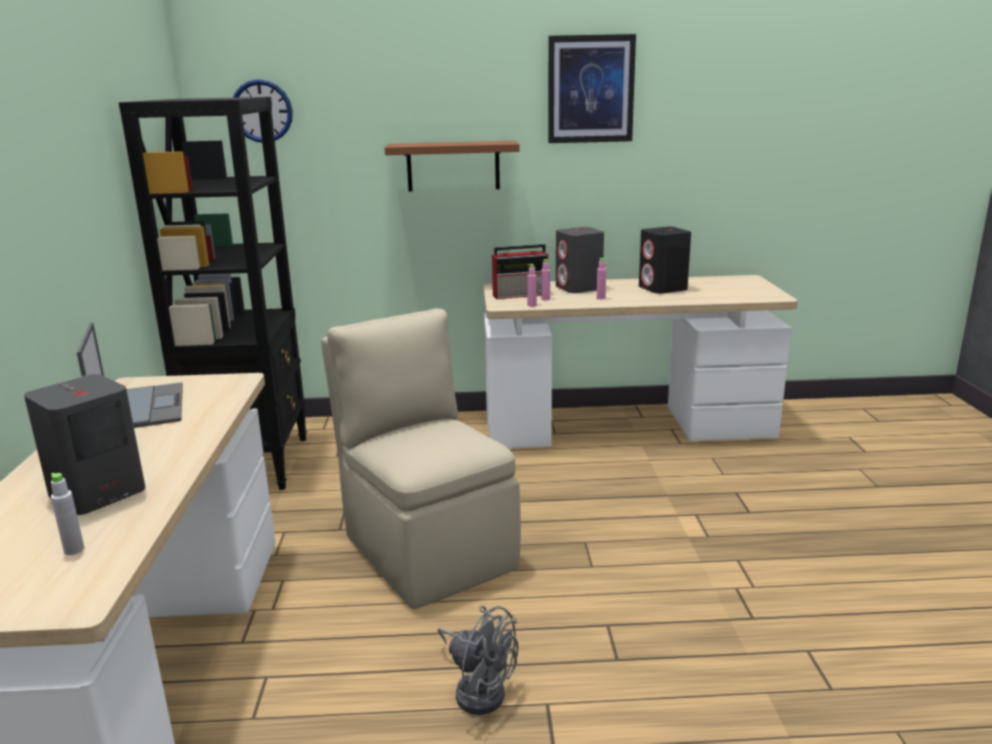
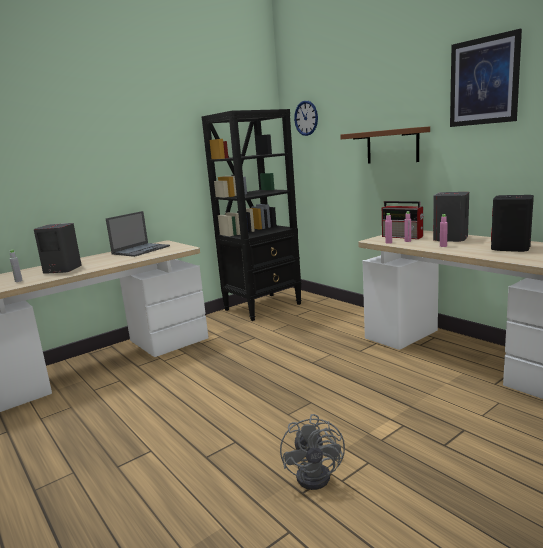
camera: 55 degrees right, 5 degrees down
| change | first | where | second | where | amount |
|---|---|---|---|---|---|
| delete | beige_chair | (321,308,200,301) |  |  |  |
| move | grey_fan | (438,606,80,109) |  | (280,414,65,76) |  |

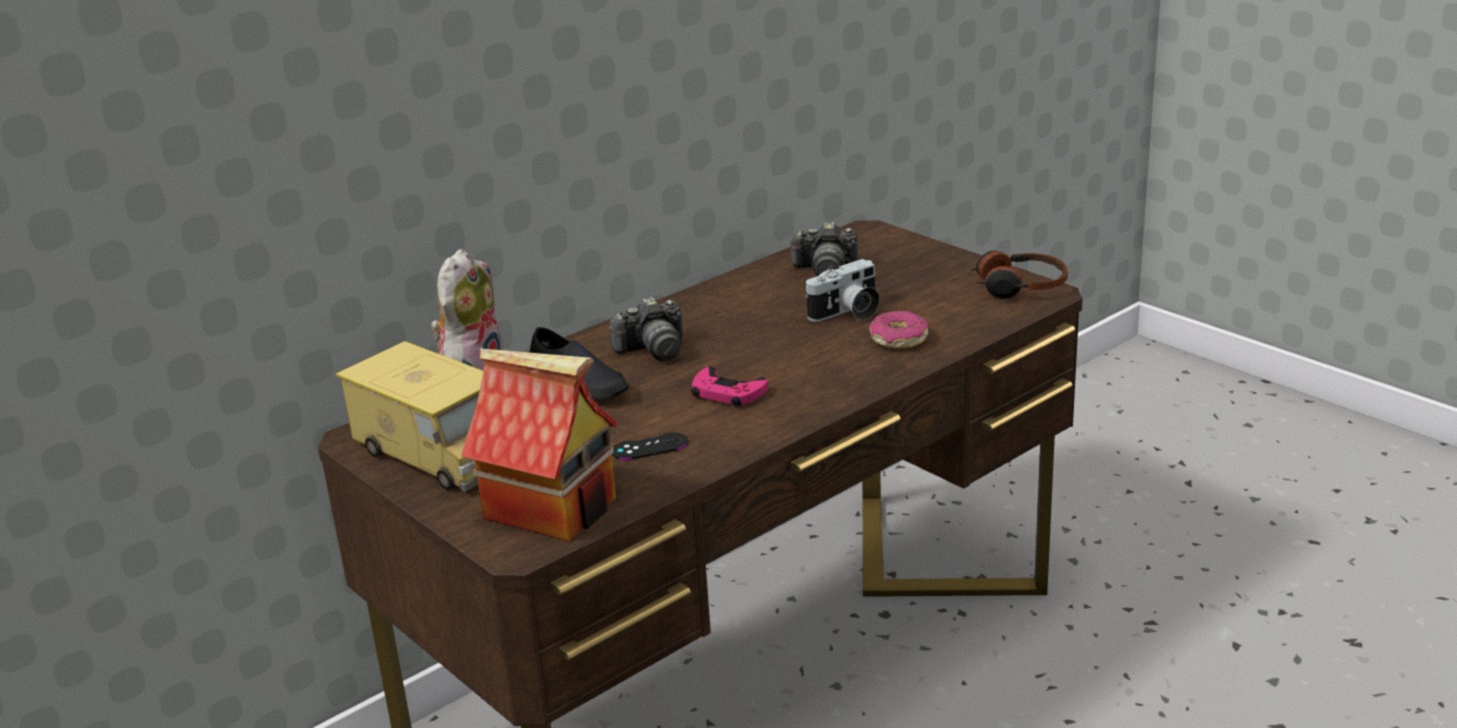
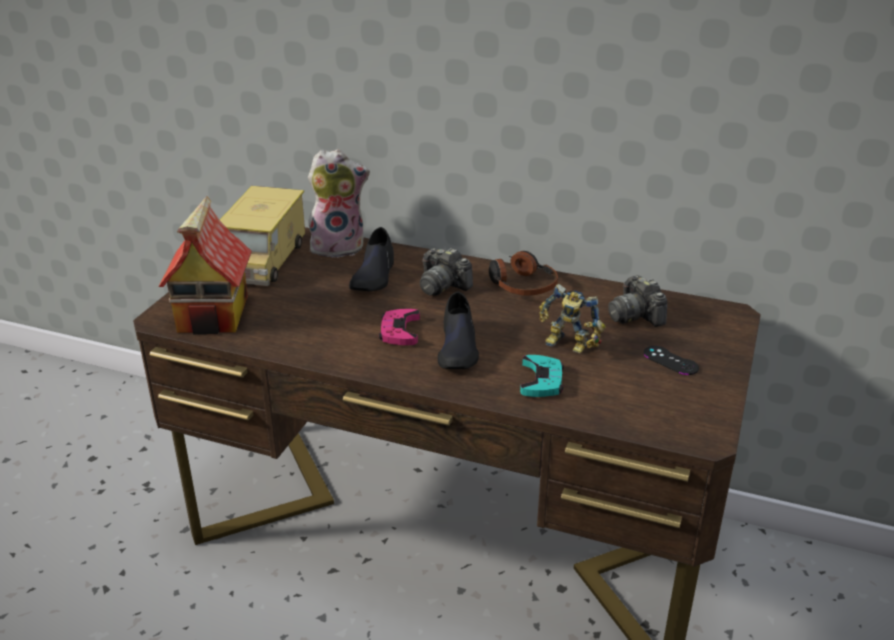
camera: 60 degrees right, 5 degrees up
| change | first | where | second | where | amount |
|---|---|---|---|---|---|
| move | headphones | (969,250,99,49) |  | (489,251,69,45) |  |
| replace | photo_camera | (805,259,75,63) | toy_robot | (539,284,67,69) |  |
| replace | donut | (869,311,59,38) | turquoise_game_controller | (520,355,44,42) |  |
| move | black_game_controller | (612,432,76,28) |  | (644,346,55,29) |  |
| insert |  |  | black_shoe | (438,291,41,78) |  |

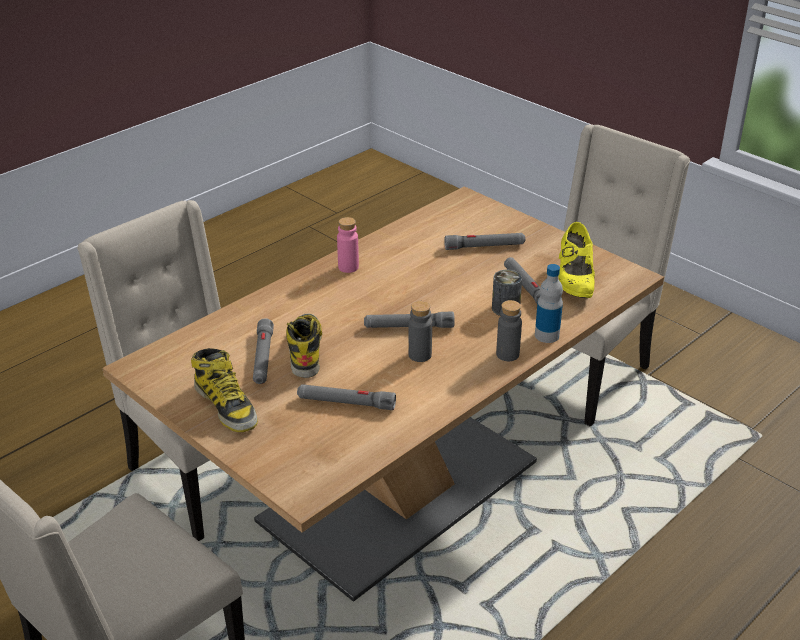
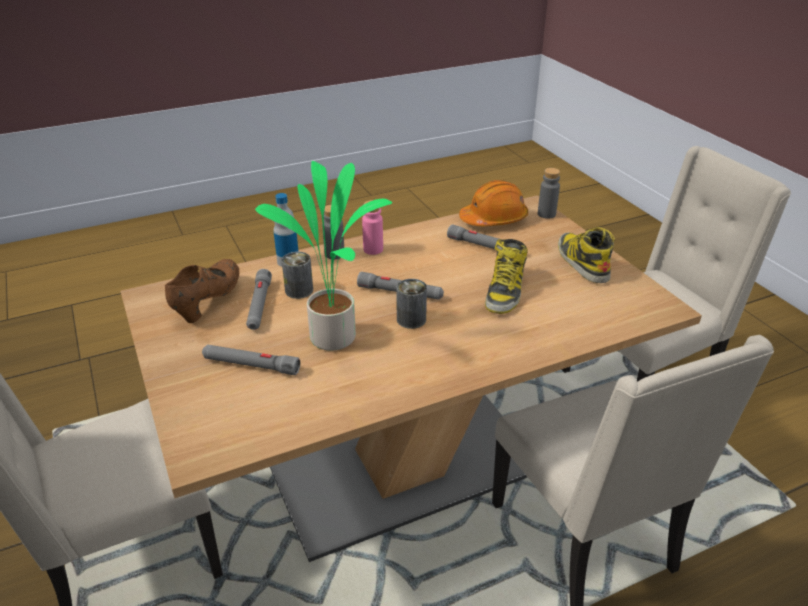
camera: 160 degrees left, 0 degrees up
| change | first | where | second | where | amount |
|---|---|---|---|---|---|
| move | pink_bottle | (337,217,22,56) |  | (362,200,21,55) |  |
| recolor | yellow_shoe | (559,222,36,76) | brown_shoe | (165,259,74,64) |  |
| move | grey_bottle | (408,301,24,61) |  | (538,168,22,51) |  |
| delete | grey_flashlight | (253,318,21,66) |  |  |  |
| insert |  |  | potted_plant | (255,161,137,190) |  |
| insert |  |  | orange_hard_hat | (459,180,69,46) |  |
| insert |  |  | can | (396,279,31,50) |  |

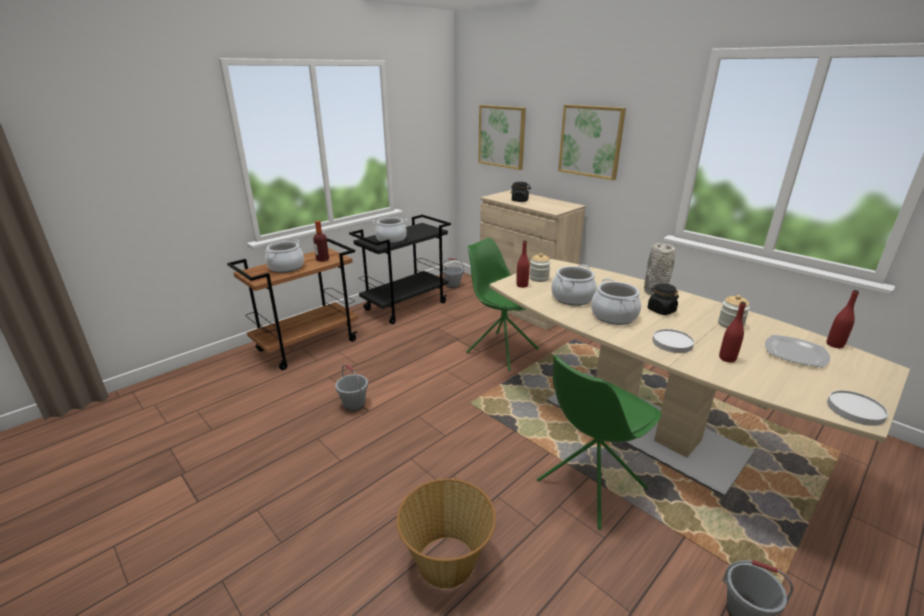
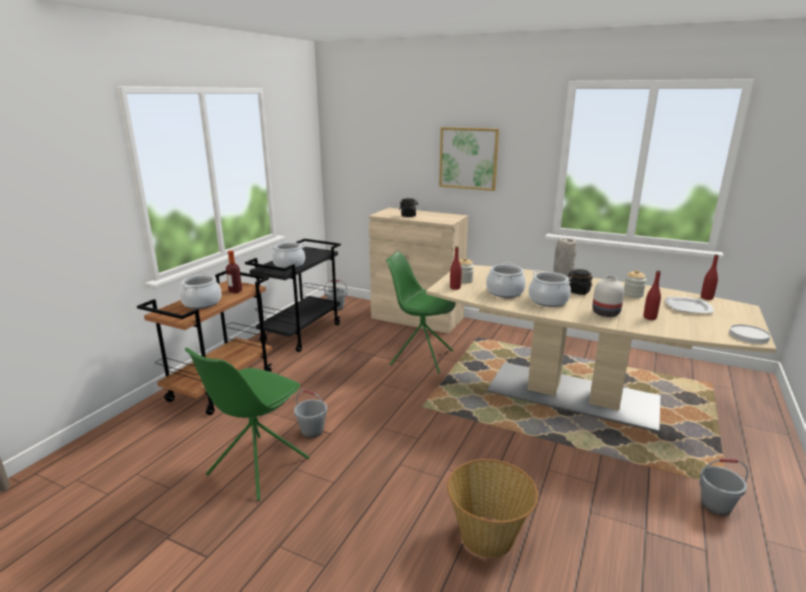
camera: 20 degrees left, 5 degrees down
| change | first | where | second | where | amount |
|---|---|---|---|---|---|
| delete | picture | (478,105,48,65) |  |  |  |
| replace | white_plate | (652,329,42,24) | white_vase | (592,276,32,41) |  |
| move | green_chair | (537,355,124,175) |  | (185,347,124,154) |  |

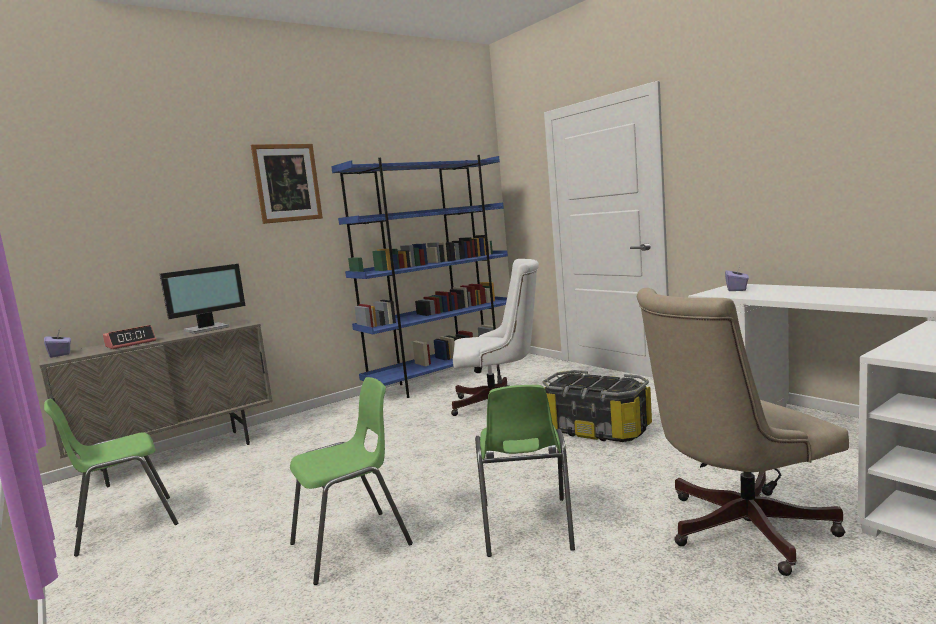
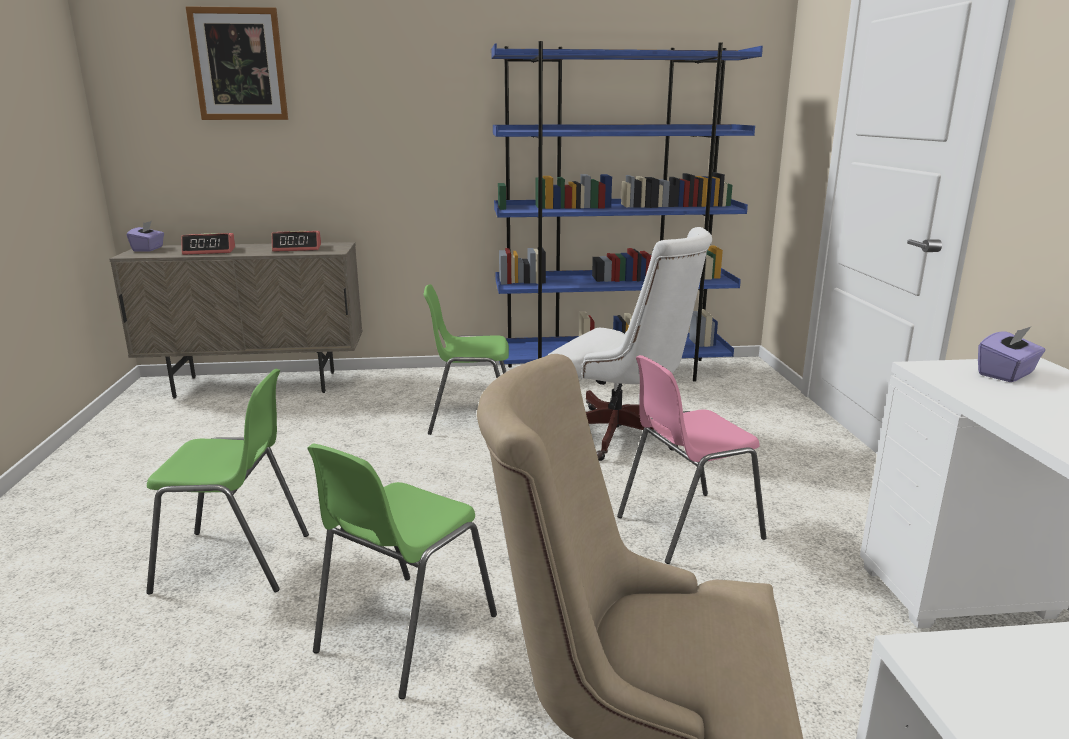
camera: 30 degrees right, 10 degrees up
| change | first | where | second | where | amount |
|---|---|---|---|---|---|
| move | picture | (251,144,72,80) |  | (186,6,102,114) |  |
| replace | monitor | (160,264,86,70) | alarm_clock | (272,231,49,21) |  |
| replace | storage_box | (542,370,110,72) | pink_chair | (617,355,150,209) |  |
| move | green_chair | (44,399,134,157) |  | (424,284,85,151) |  |

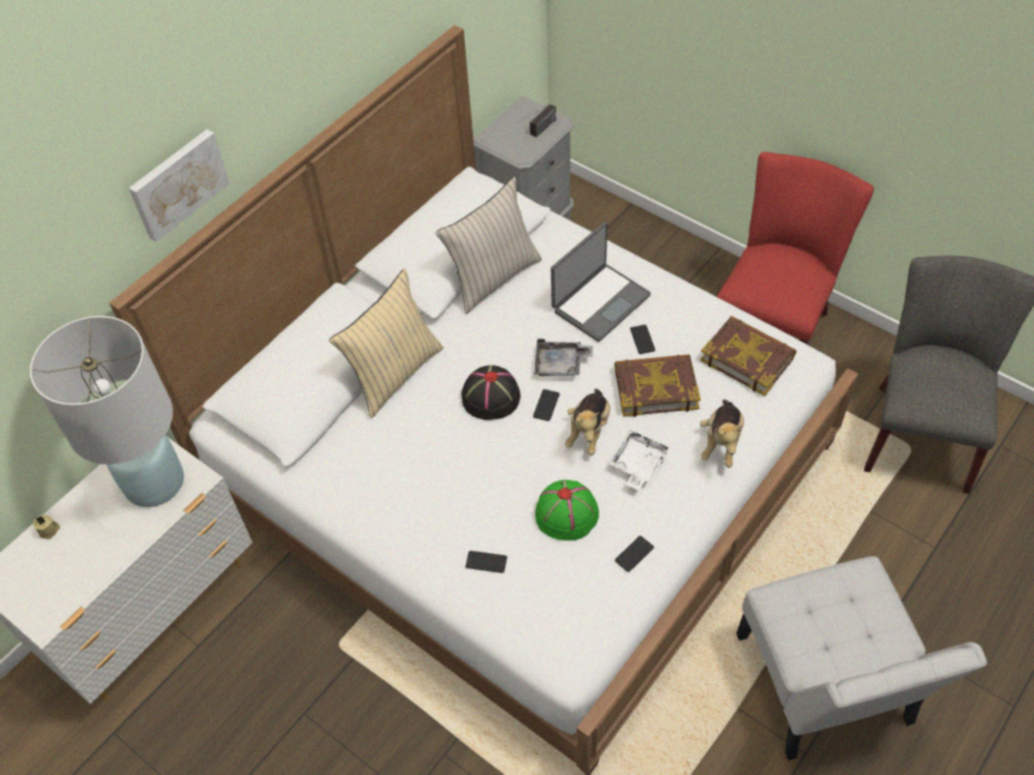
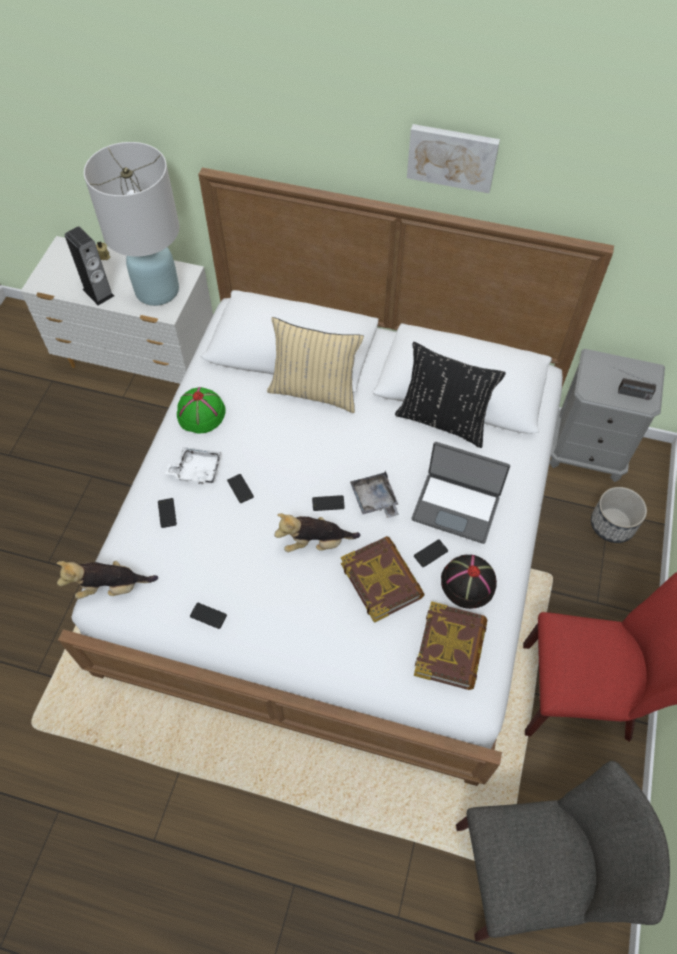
camera: 65 degrees right, 5 degrees up
| change | first | where | second | where | amount |
|---|---|---|---|---|---|
| move | picture | (129,129,101,113) |  | (407,124,93,69) |  |
| recolor | beige_pillow | (436,177,106,137) | black_pillow | (395,342,111,106) |  |
| move | black_hat | (461,365,59,55) |  | (441,555,56,54) |  |
| move | plush_toy | (700,399,44,69) |  | (57,561,101,38) |  |
| move | white_tray | (608,430,62,60) |  | (165,447,56,37) |  |
| move | green_hat | (535,480,64,61) |  | (177,387,49,47) |  |
| delete | white_chair | (736,556,251,205) |  |  |  |
| insert |  |  | speaker | (65,226,49,79) |  |
| insert |  |  | phone | (227,474,27,29) |  |
| insert |  |  | planter | (591,487,56,56) |  |

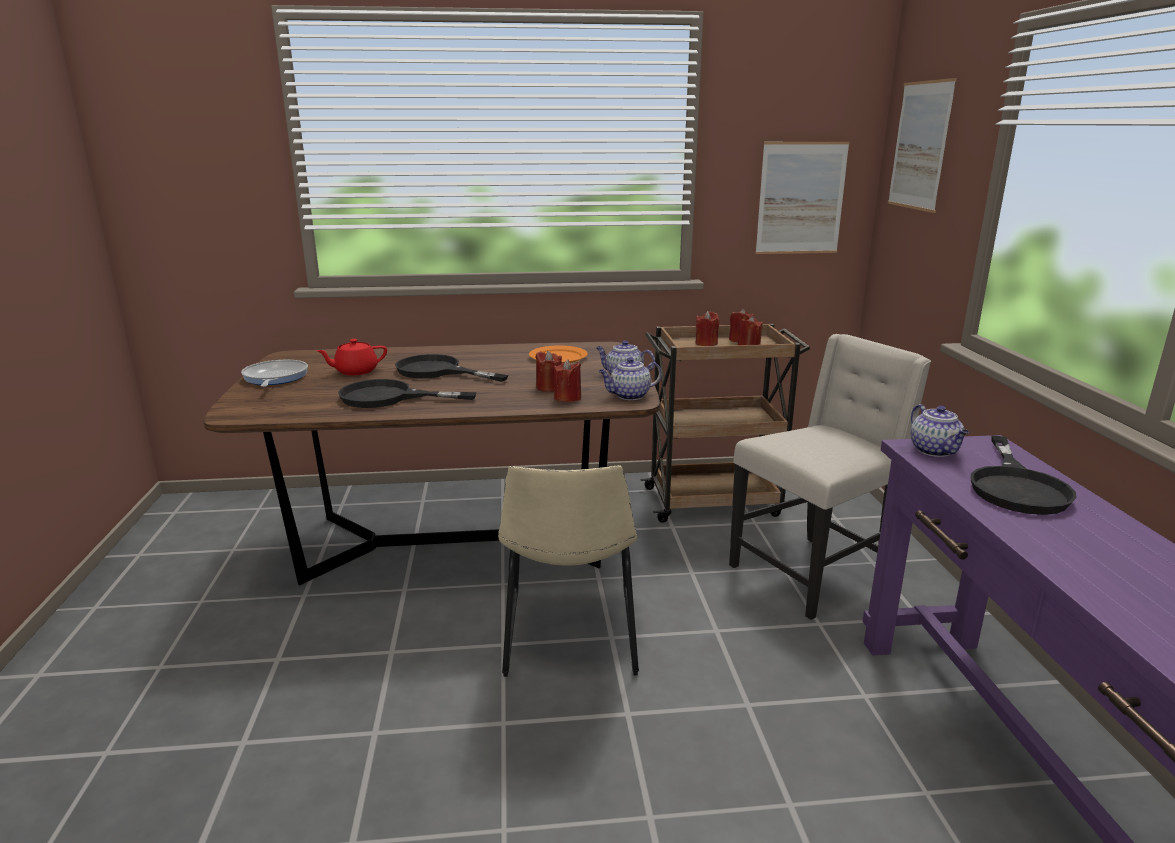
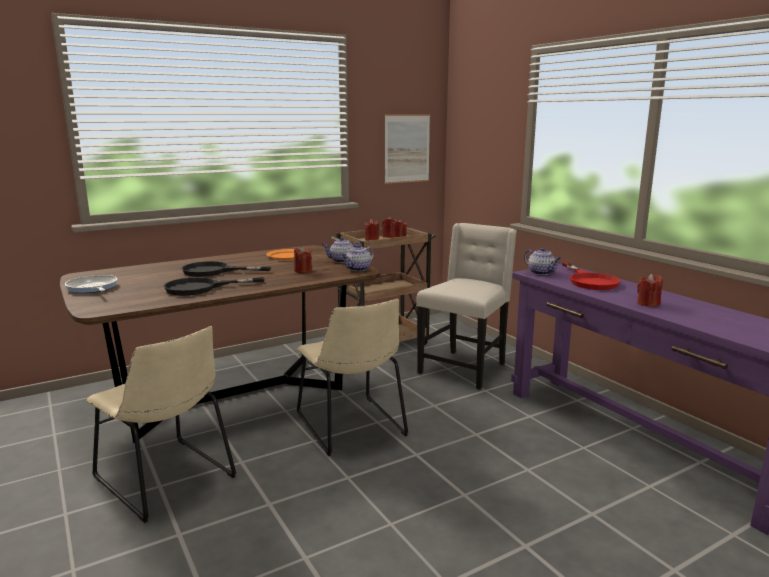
camera: 25 degrees left, 5 degrees down
| change | first | where | second | where | amount |
|---|---|---|---|---|---|
| delete | picture | (888,78,69,135) |  |  |  |
| delete | red_teapot | (316,339,71,36) |  |  |  |
| move | red_candle | (554,359,27,43) |  | (637,274,26,33) |  |
| recolor | black_frying_pan | (970,435,107,80) | red_frying_pan | (562,262,58,28) |  |
| insert |  |  | beige_chair | (87,326,149,197) |  |

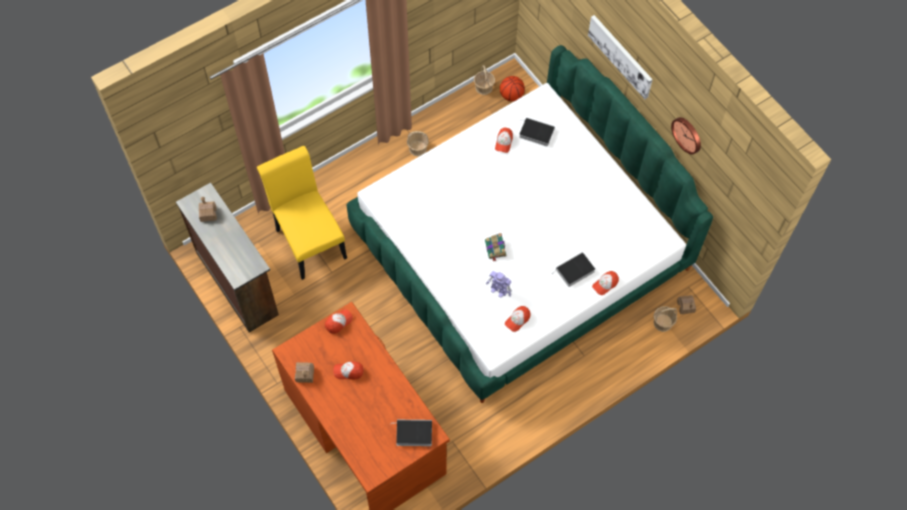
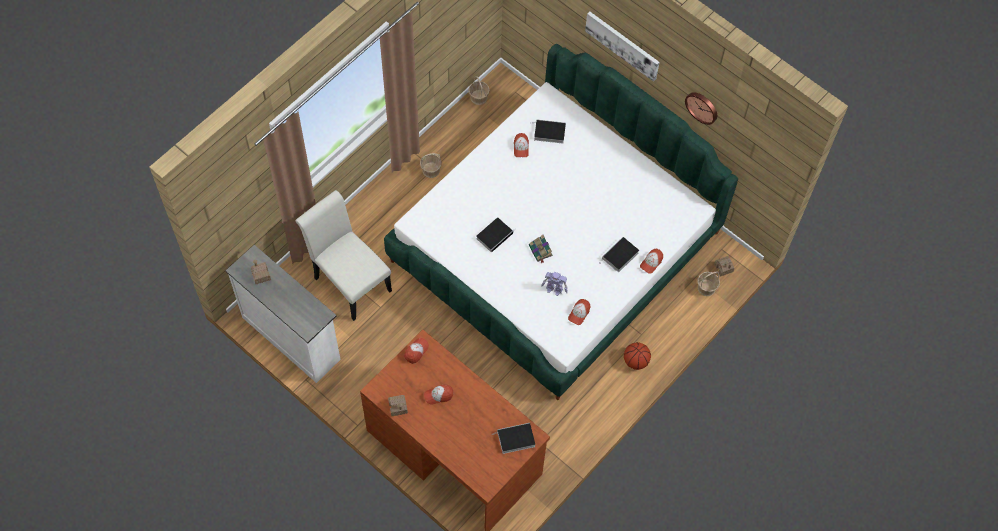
camera: 15 degrees left, 0 degrees up
| change | first | where | second | where | amount |
|---|---|---|---|---|---|
| move | basketball | (500,76,25,25) |  | (624,342,27,28) |  |
| recolor | yellow_chair | (257,146,90,134) | white_chair | (295,190,97,131) |  |
| recolor | brown_dresser | (176,182,103,151) | white_dresser | (226,245,115,138) |  |
| insert |  |  | book | (476,217,40,36) |  |

